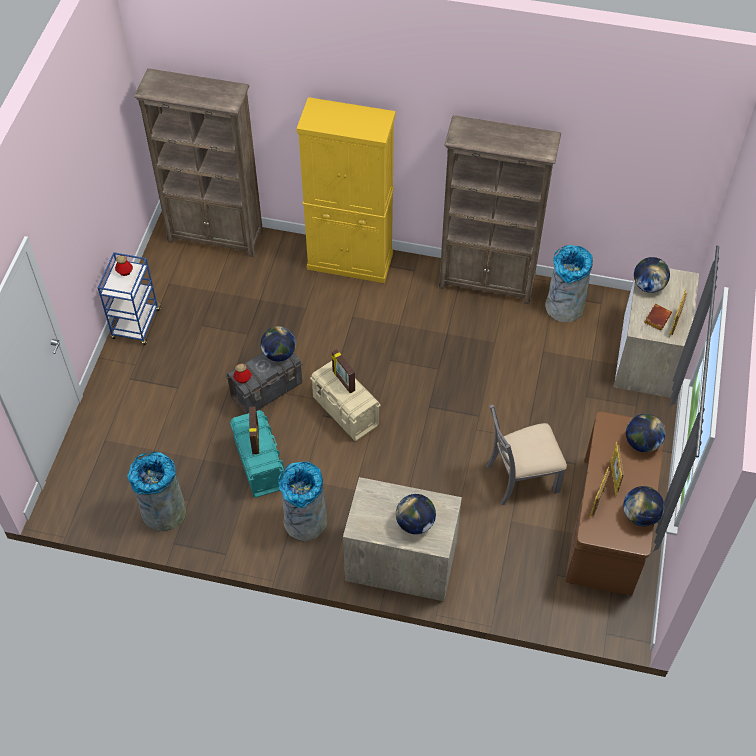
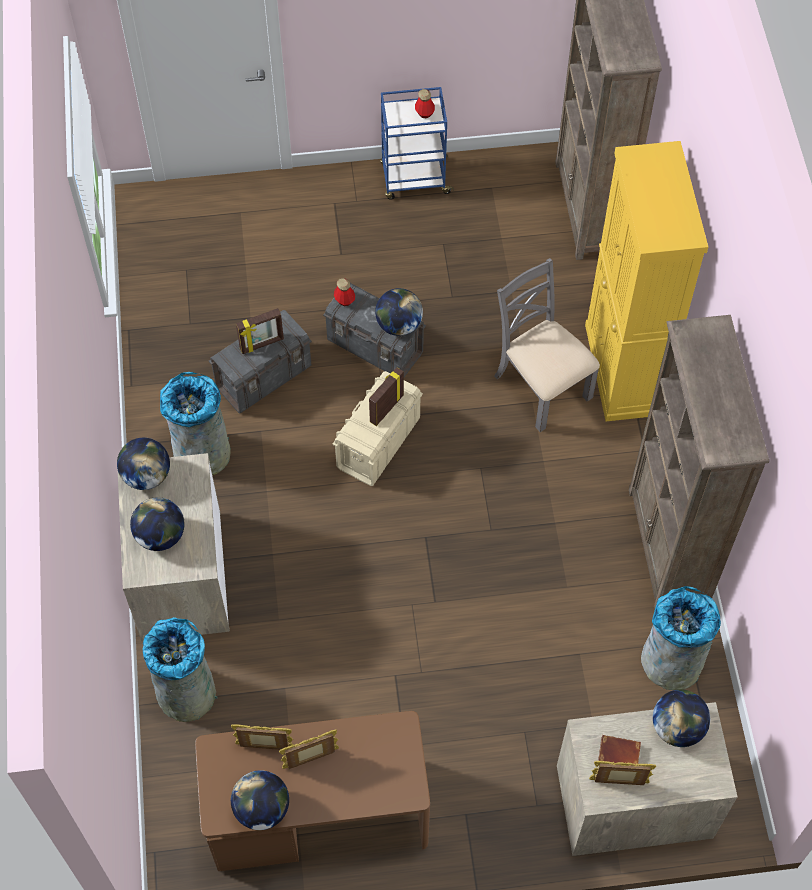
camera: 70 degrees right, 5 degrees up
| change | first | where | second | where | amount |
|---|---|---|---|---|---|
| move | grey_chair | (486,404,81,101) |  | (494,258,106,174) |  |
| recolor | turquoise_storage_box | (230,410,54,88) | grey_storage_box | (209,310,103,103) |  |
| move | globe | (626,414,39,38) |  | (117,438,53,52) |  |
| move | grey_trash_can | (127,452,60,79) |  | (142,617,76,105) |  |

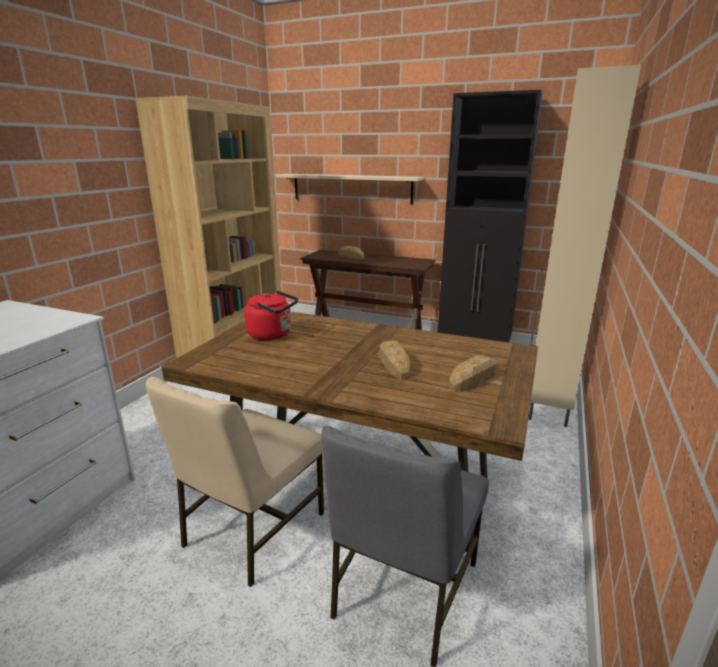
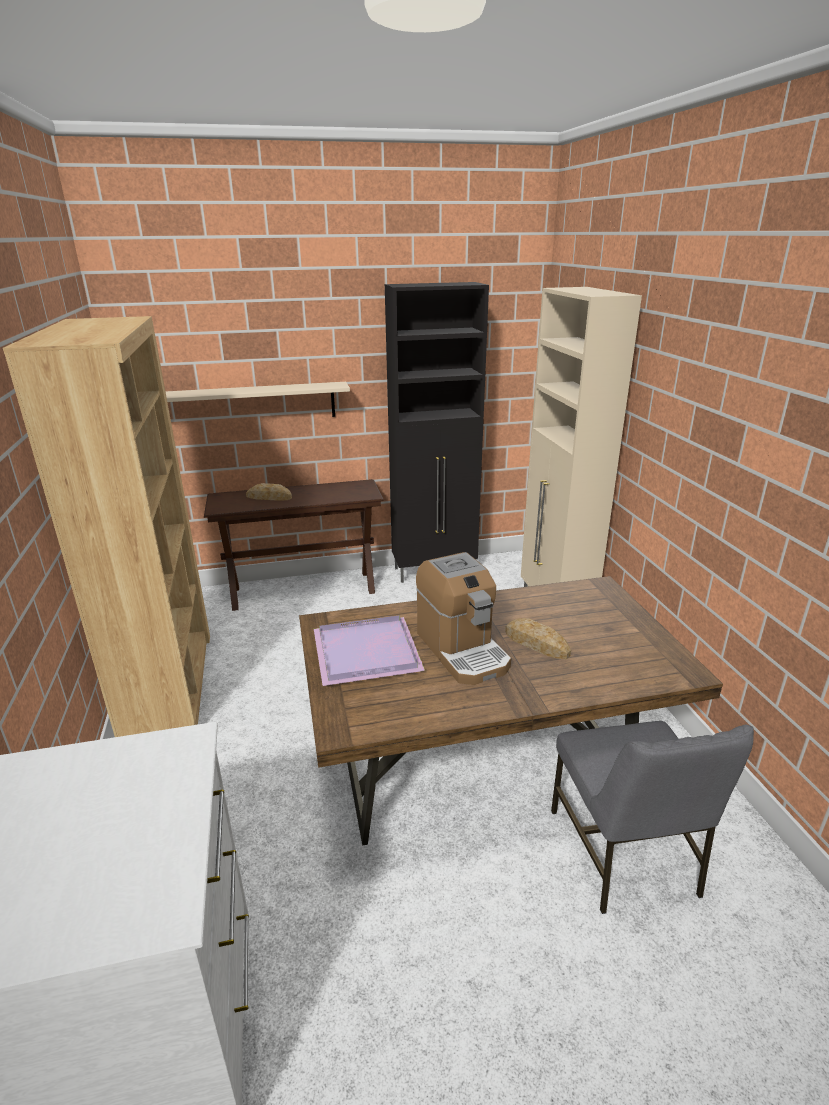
camera: 35 degrees left, 5 degrees up
| change | first | where | second | where | amount |
|---|---|---|---|---|---|
| replace | red_kettle | (244,291,54,49) | purple_tray | (314,615,111,71) |  |
| delete | bread | (449,355,49,37) |  |  |  |
| delete | beige_chair | (146,377,178,210) |  |  |  |
| insert |  |  | coffee_machine | (416,552,95,133) |  |

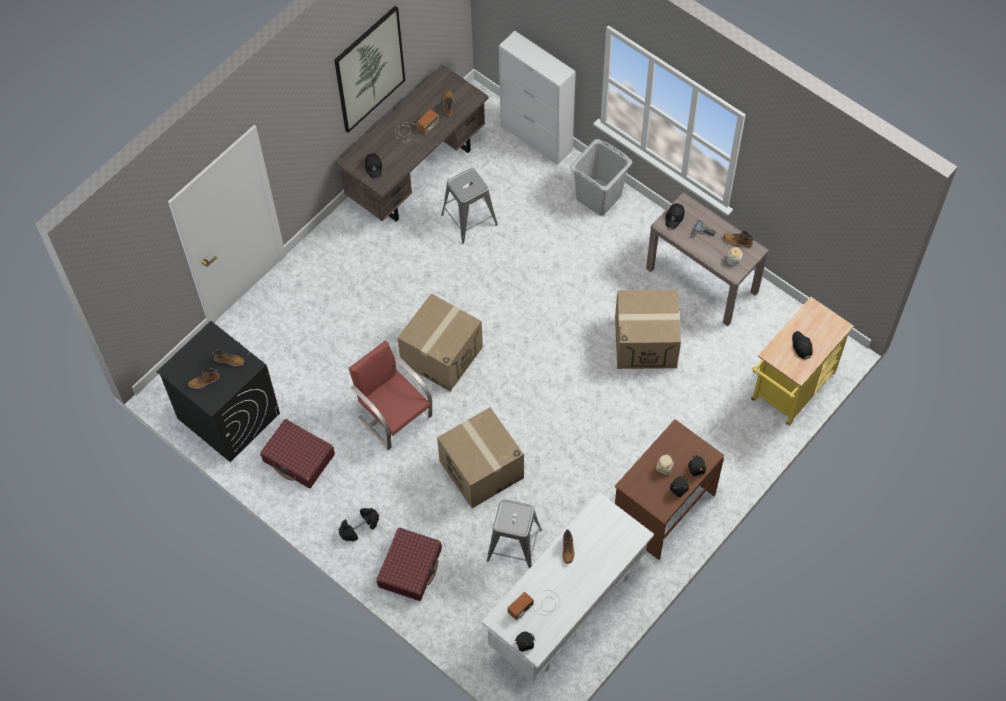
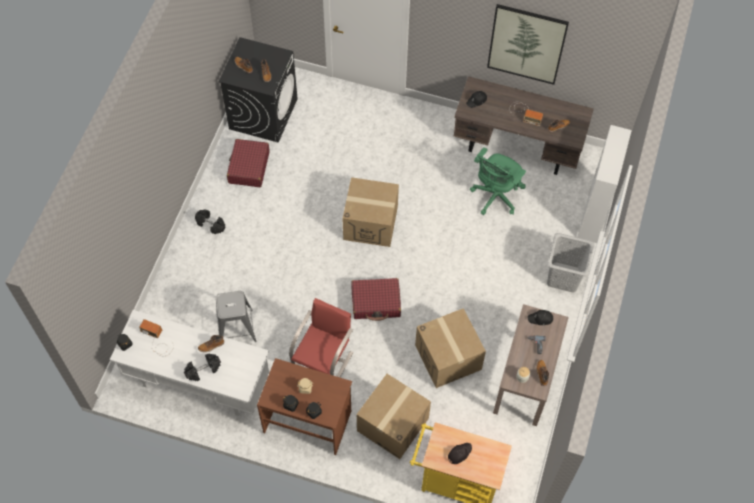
camera: 65 degrees right, 0 degrees up
| change | first | where | second | where | amount |
|---|---|---|---|---|---|
| replace | grey_stool | (441,168,57,76) | green_office_chair | (470,147,56,68) |  |
| move | red_chair | (349,340,83,110) |  | (289,298,64,79) |  |
| move | cardboard_box | (437,407,87,101) |  | (357,374,74,85) |  |
| move | red_suitcase | (376,527,66,74) |  | (352,278,49,43) |  |
| insert |  |  | black_dumbbell | (184,353,37,28) |  |

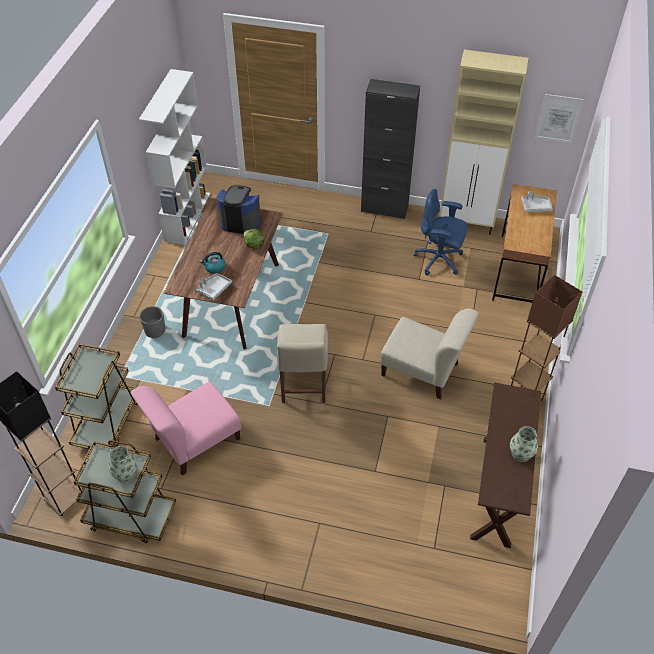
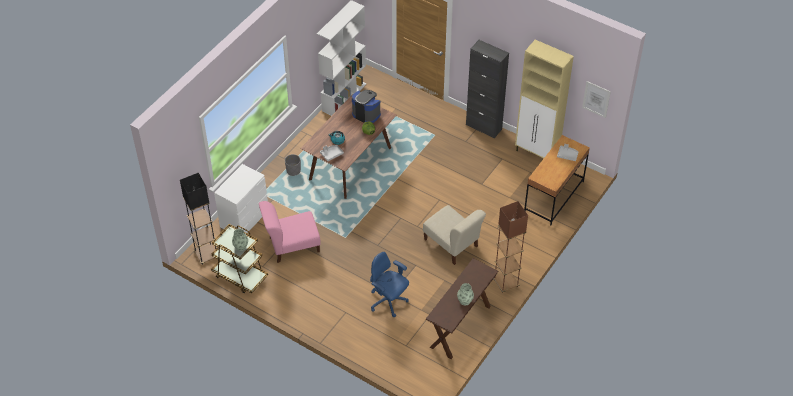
camera: 20 degrees right, 0 degrees up
| change | first | where | second | where | amount |
|---|---|---|---|---|---|
| move | blue_office_chair | (414,189,53,87) |  | (370,252,39,65) |  |
| delete | beige_chair | (277,324,51,79) |  |  |  |
| replace | brown_cart | (55,344,82,106) | white_dresser | (214,164,54,69) |  |

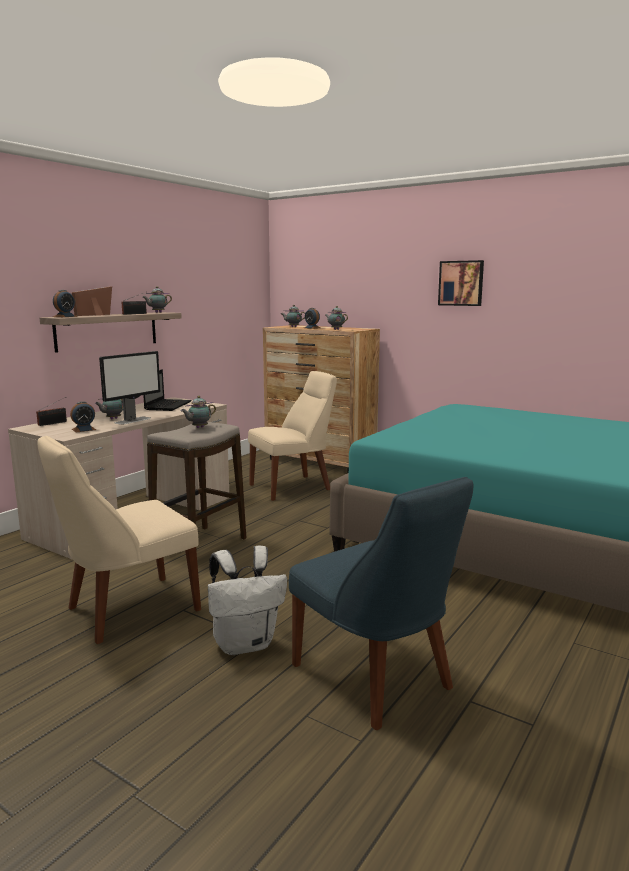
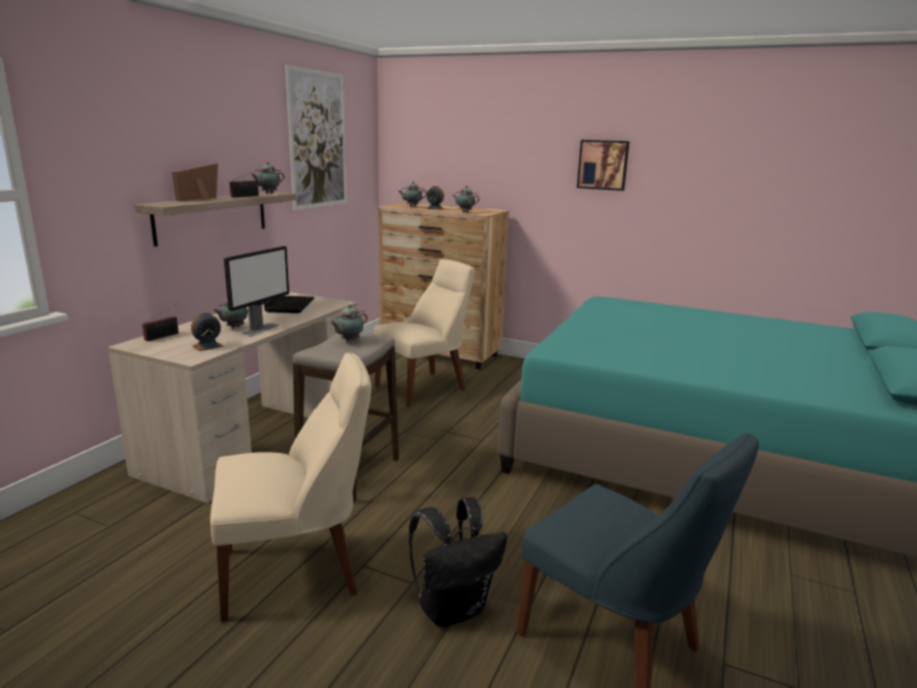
camera: 10 degrees left, 5 degrees up
| change | first | where | second | where | amount |
|---|---|---|---|---|---|
| delete | alarm_clock | (53,290,25,27) |  |  |  |
| rotate | beige_chair | (37,436,164,208) |  | (210,353,161,269) | 150 degrees counterclockwise |
| recolor | white_backpack | (208,545,79,110) | black_backpack | (409,497,98,130) |  |
| insert |  |  | picture | (285,65,62,145) |  |

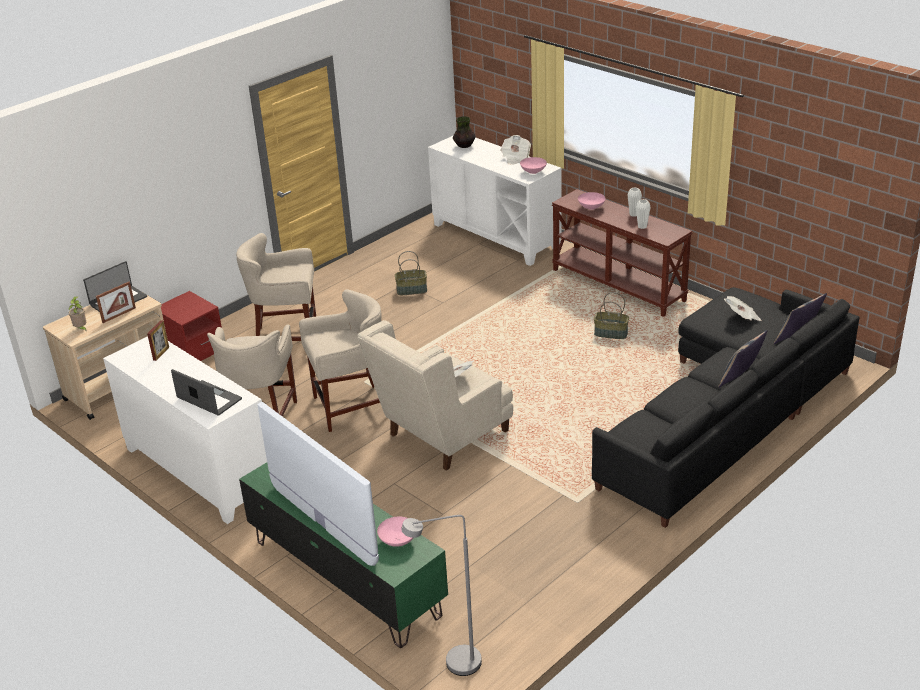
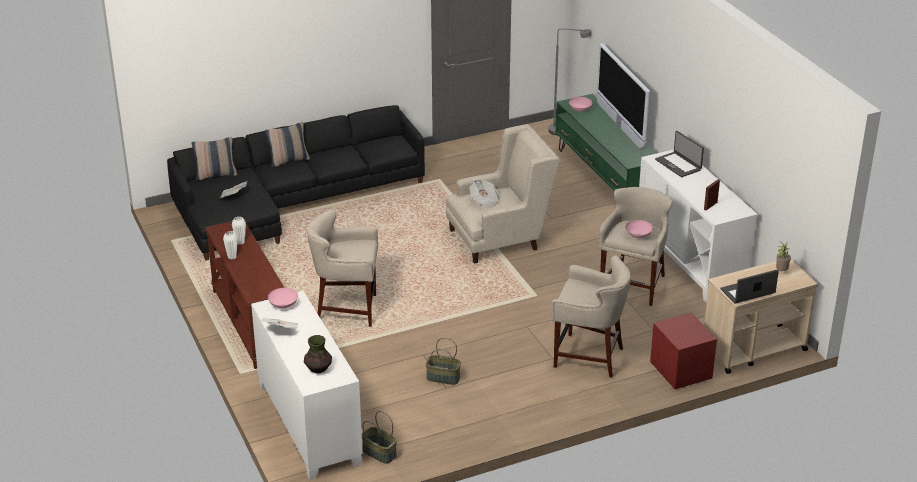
camera: 160 degrees left, 0 degrees up
| change | first | where | second | where | amount |
|---|---|---|---|---|---|
| move | pink_bowl | (578,192,28,18) |  | (625,220,28,18) |  |
| delete | picture_frame | (96,282,40,41) |  |  |  |
| move | beige_stool | (299,289,83,143) |  | (307,209,71,118) |  |
| move | basket | (594,292,35,47) |  | (362,411,35,53) |  |

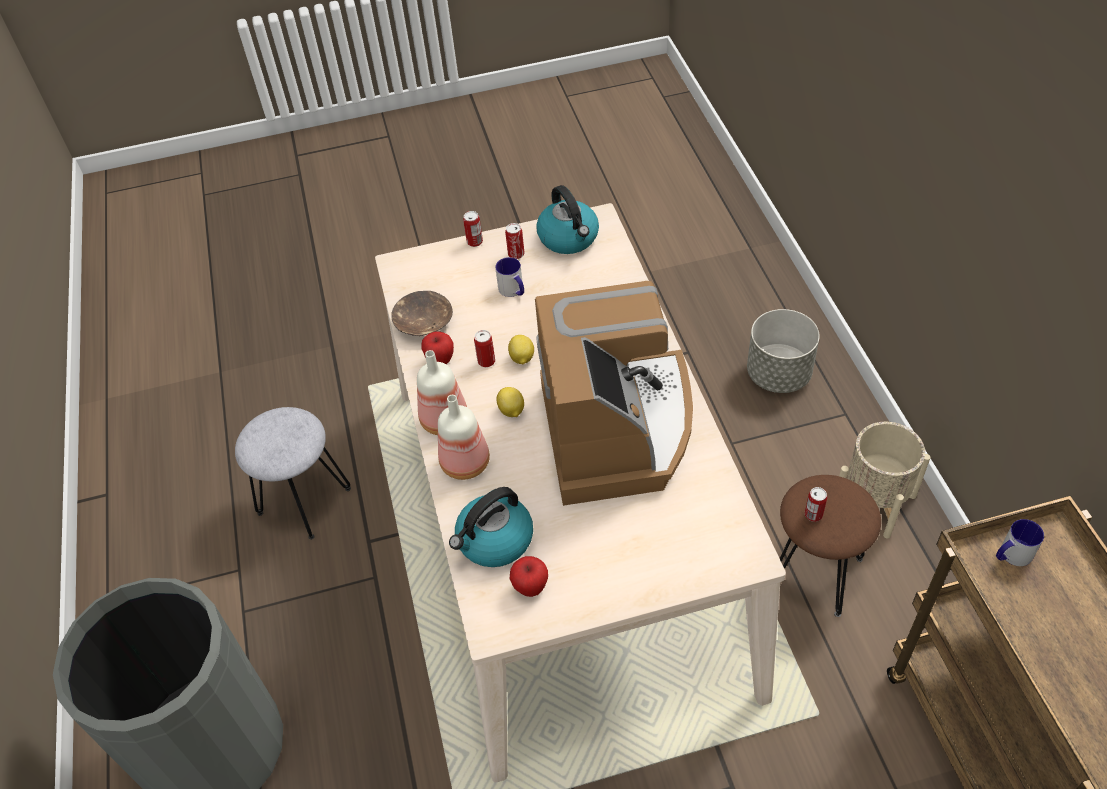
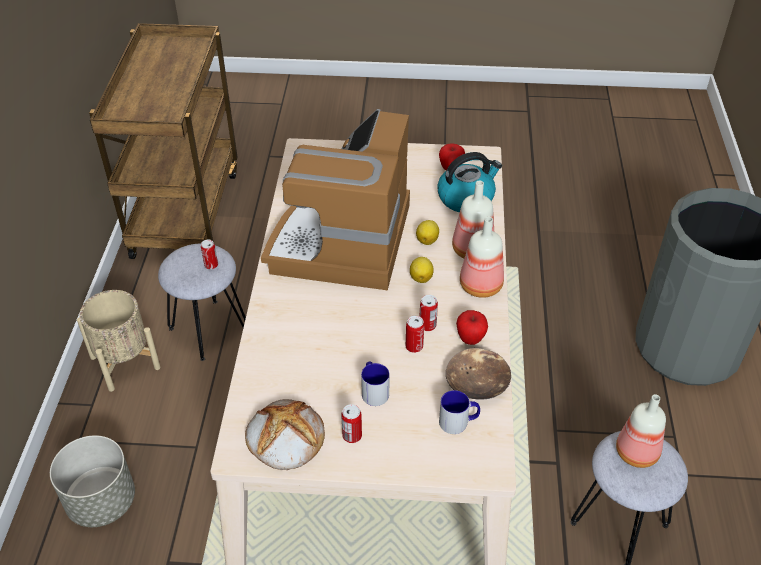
camera: 165 degrees left, 5 degrees down
| change | first | where | second | where | amount |
|---|---|---|---|---|---|
| replace | kettle | (536,185,63,69) | bread | (245,399,80,71) |  |
| move | can | (463,211,20,36) |  | (406,316,18,37) |  |
| move | lemon | (508,335,26,30) |  | (416,220,23,25) |  |
| recolor | brown_stool | (780,475,101,142) | grey_stool | (158,243,88,118) |  |
| move | mug | (996,519,48,47) |  | (439,390,41,44) |  |
| insert |  |  | bottle | (616,394,50,74) |  |

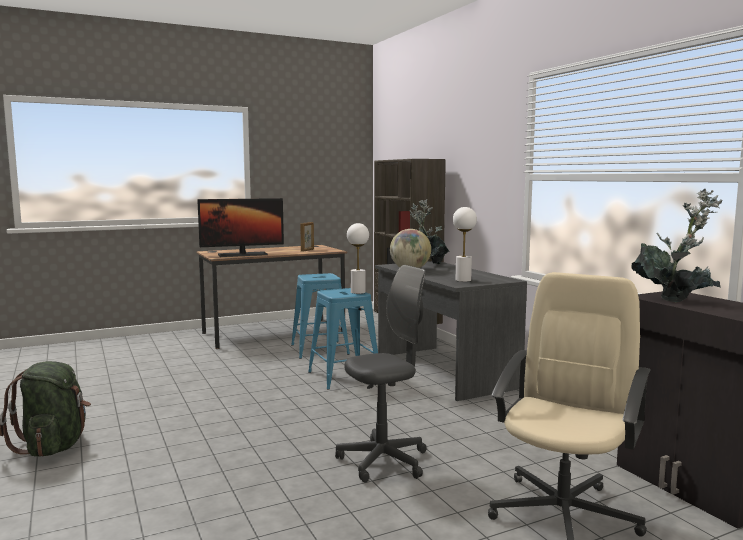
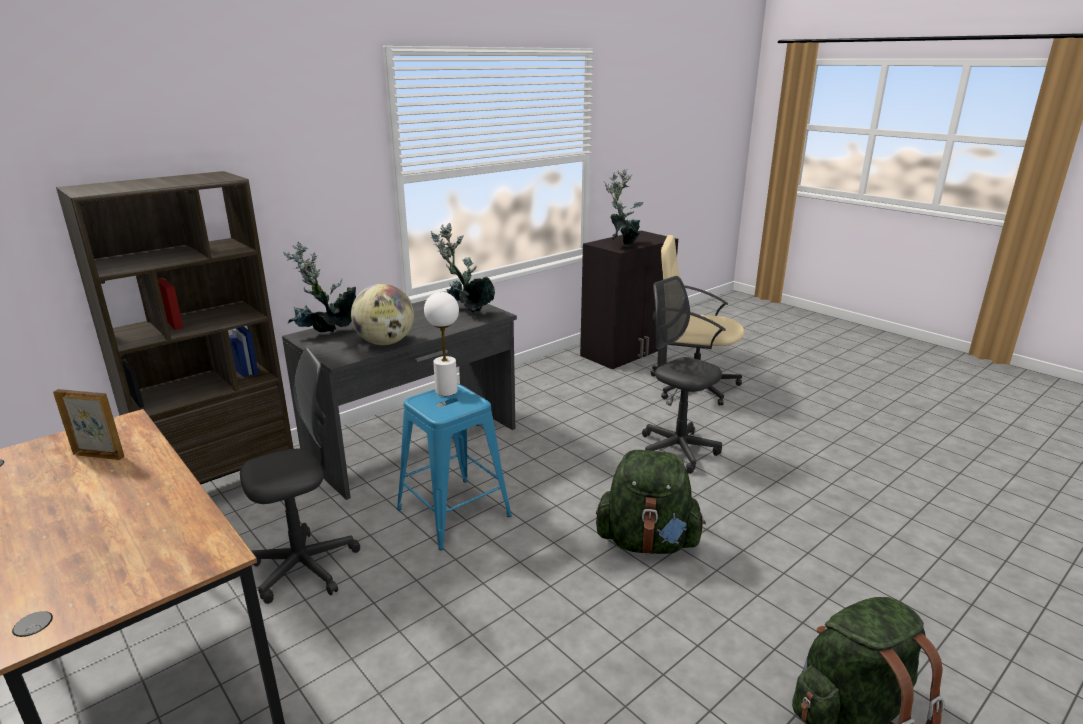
camera: 105 degrees left, 15 degrees up
| change | first | where | second | where | amount |
|---|---|---|---|---|---|
| delete | monitor | (197,198,87,59) |  |  |  |
| replace | white_table_lamp | (453,207,24,75) | potted_plant | (431,223,64,89) |  |
| replace | blue_stool | (291,273,59,86) | grey_office_chair | (240,348,120,256) |  |
| insert |  |  | green_backpack | (596,450,110,104) |  |

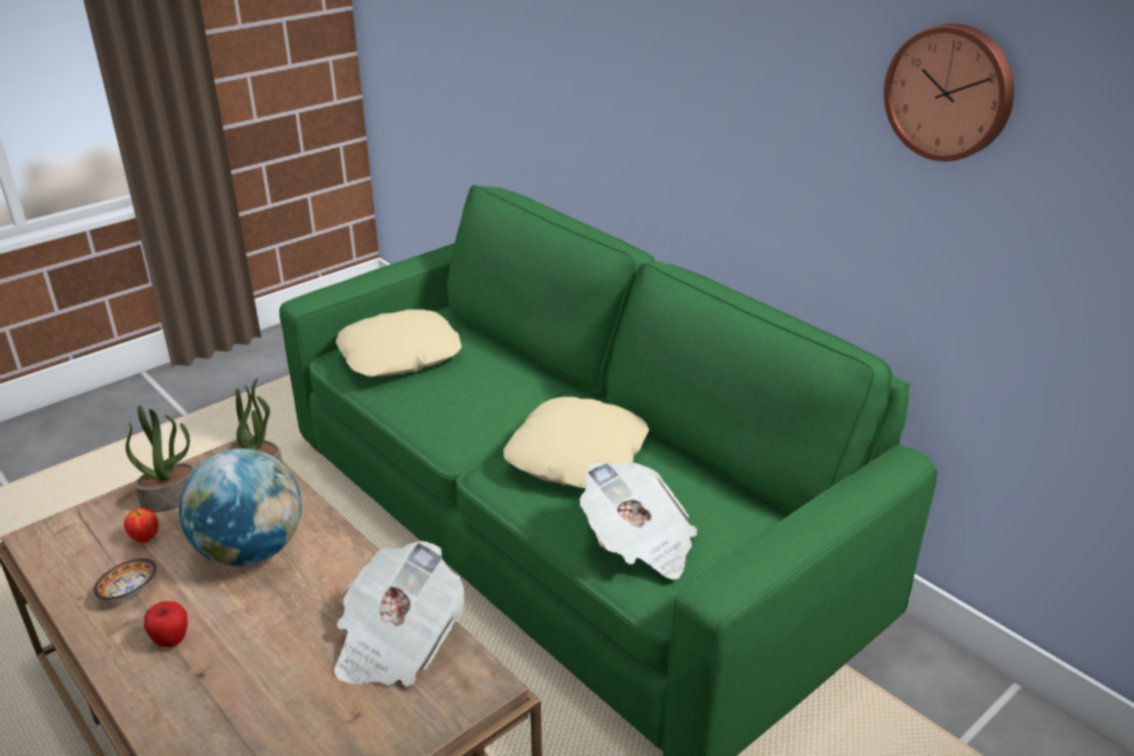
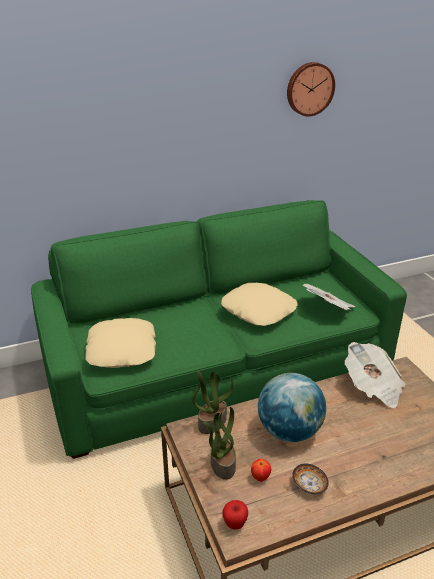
camera: 70 degrees left, 0 degrees up
| change | first | where | second | where | amount |
|---|---|---|---|---|---|
| move | apple | (144,601,43,46) |  | (222,500,26,30) |  |

